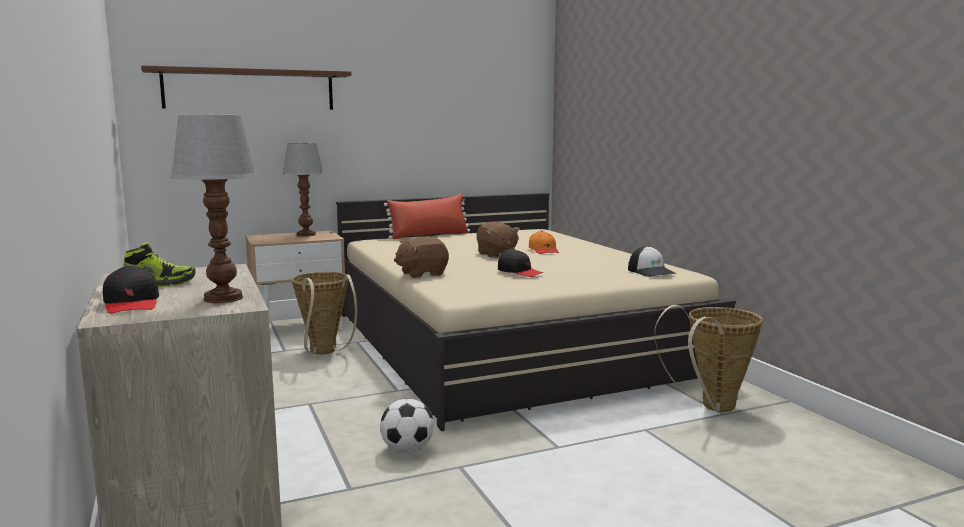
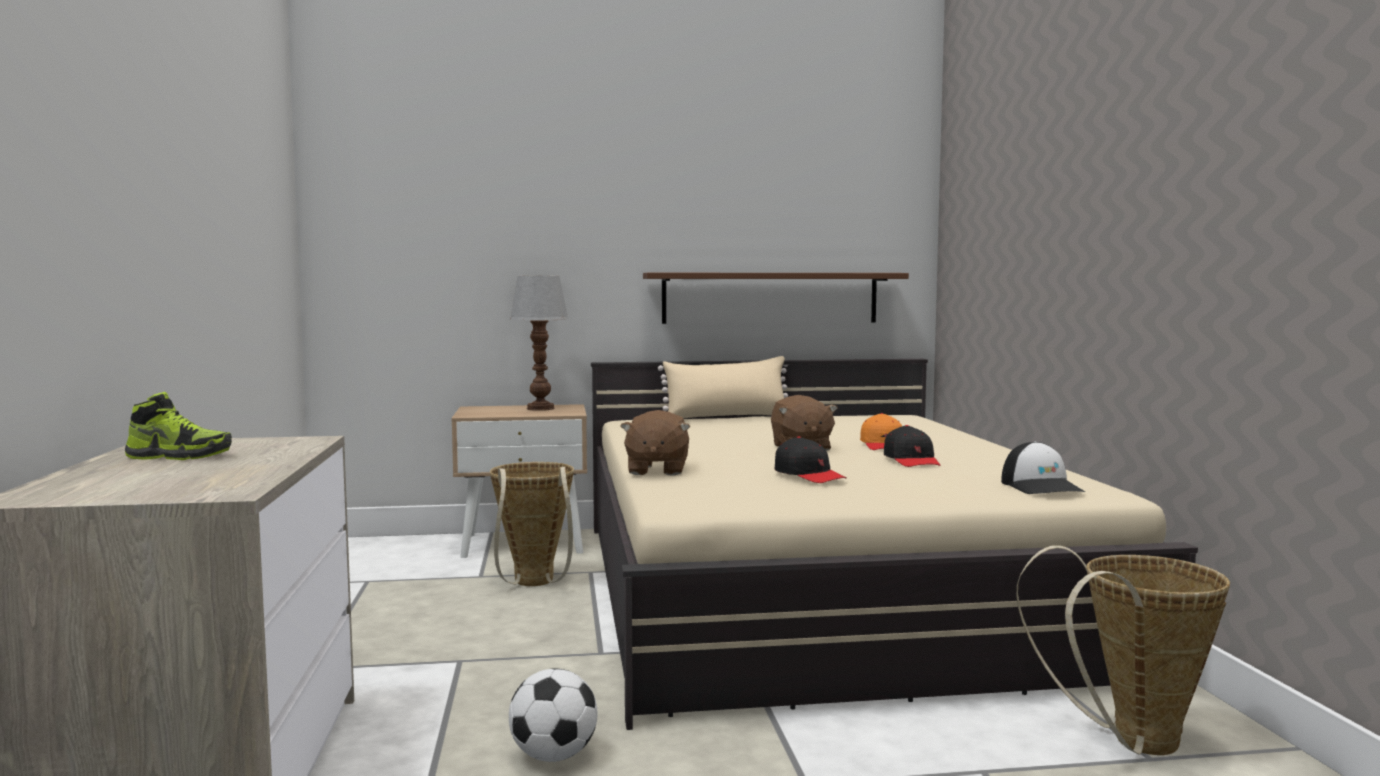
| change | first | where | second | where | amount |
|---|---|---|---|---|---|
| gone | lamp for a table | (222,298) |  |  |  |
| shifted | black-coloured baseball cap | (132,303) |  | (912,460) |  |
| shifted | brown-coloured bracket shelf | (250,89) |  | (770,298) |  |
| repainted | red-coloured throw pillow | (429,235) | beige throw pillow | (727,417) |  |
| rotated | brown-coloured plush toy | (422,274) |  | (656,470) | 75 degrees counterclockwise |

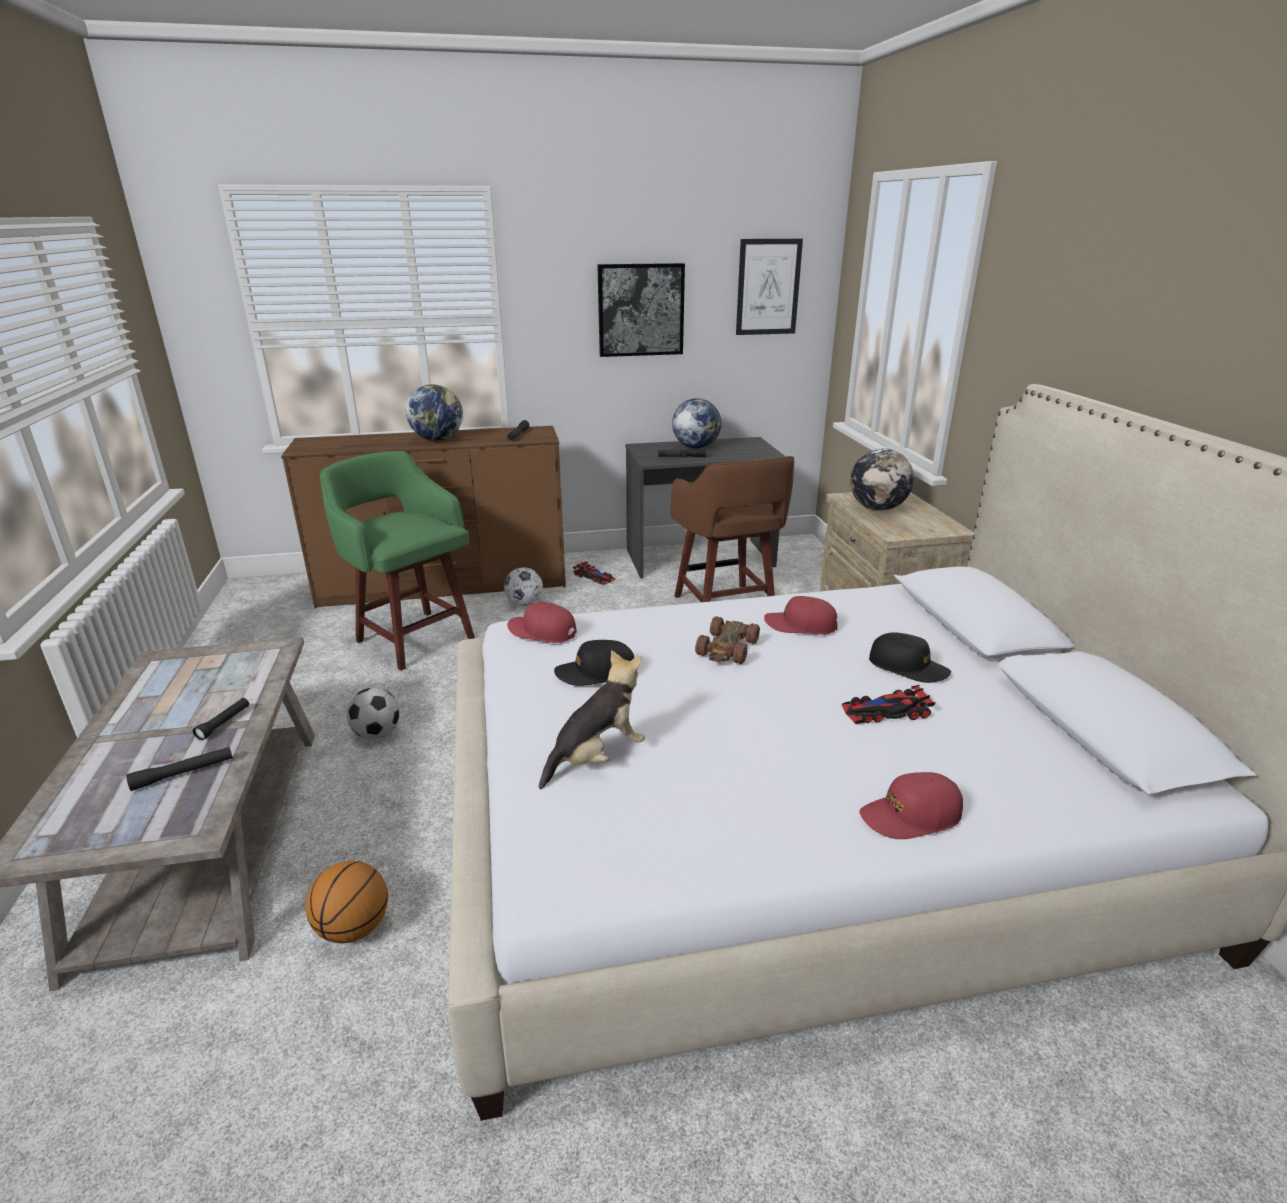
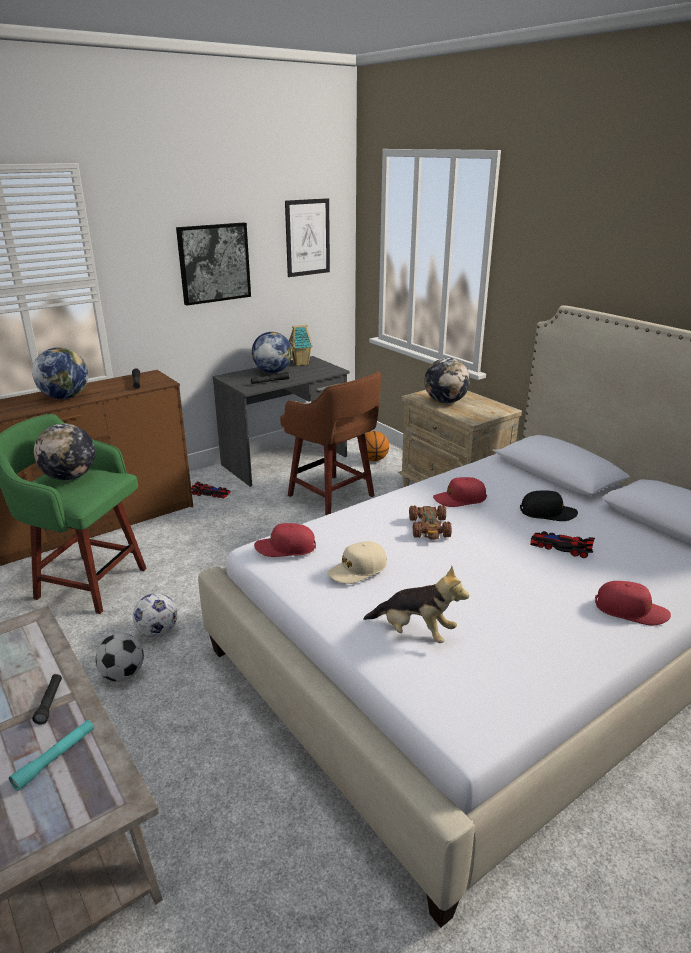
| change | first | where | second | where | amount |
|---|---|---|---|---|---|
| new |  |  | world globe | (70,477) |  |
| new |  |  | miniature house | (301,363) |  |
| shifted | ball for basketball | (354,928) |  | (373,459) |  |
| shifted | football | (524,603) |  | (157,632) |  |
| repainted | black-coloured flashlight | (183,773) | turquoise flashlight | (55,758) |  |
| repainted | black-coloured baseball cap | (596,673) | beige baseball cap | (357,570) |  |
| rotated | plush toy | (597,757) |  | (415,632) | 90 degrees clockwise |
| rotated | model car | (886,711) |  | (561,546) | 60 degrees clockwise |
| rotated | red-coloured baseball cap | (910,816) |  | (630,610) | 120 degrees counterclockwise |

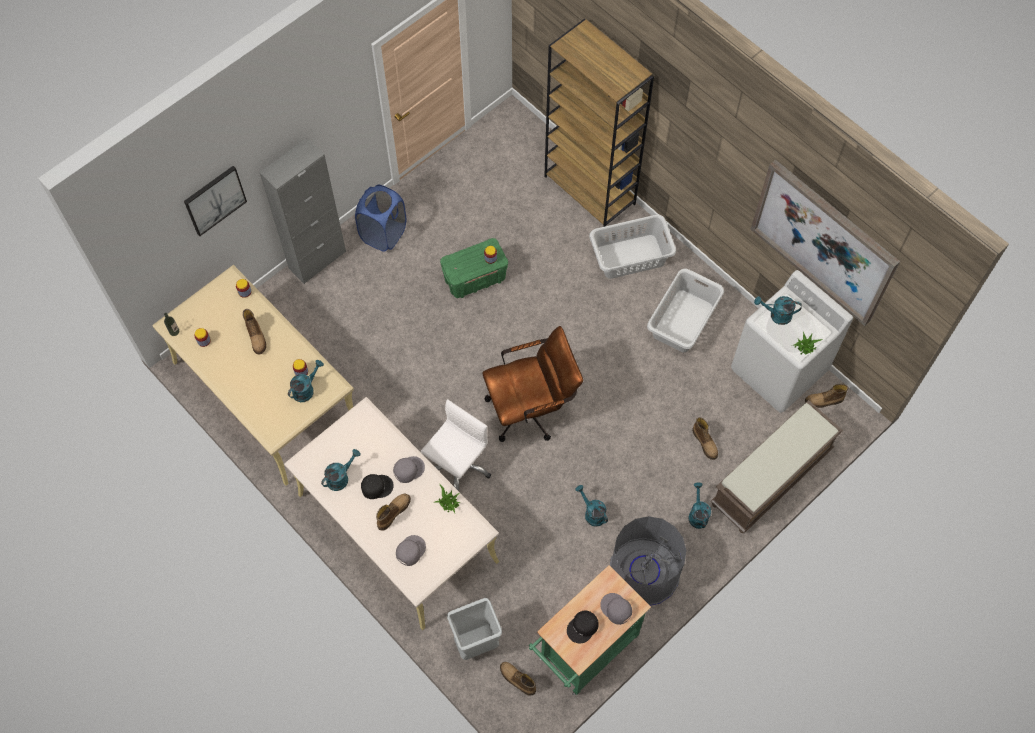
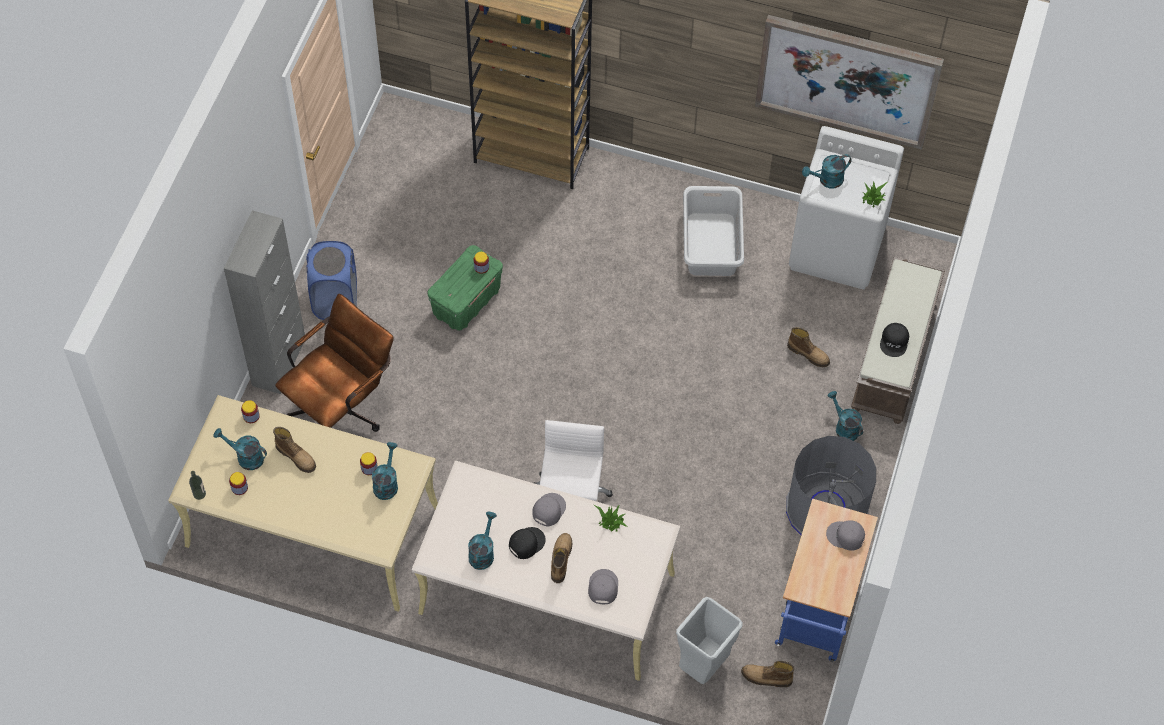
| change | first | where | second | where | amount |
|---|---|---|---|---|---|
| gone | wall picture | (214,200) |  |  |  |
| gone | grey laundry basket | (631,257) |  |  |  |
| gone | tall boot | (824,401) |  |  |  |
| shifted | brown-coloured computer chair | (531,409) |  | (342,407) |  |
| shifted | black-coloured baseball cap | (583,627) |  | (894,341) |  |
| shifted | turquoise watering can | (592,513) |  | (245,457) |  |
| repainted | green trolley | (584,652) | bluish trolley | (816,617) |  |

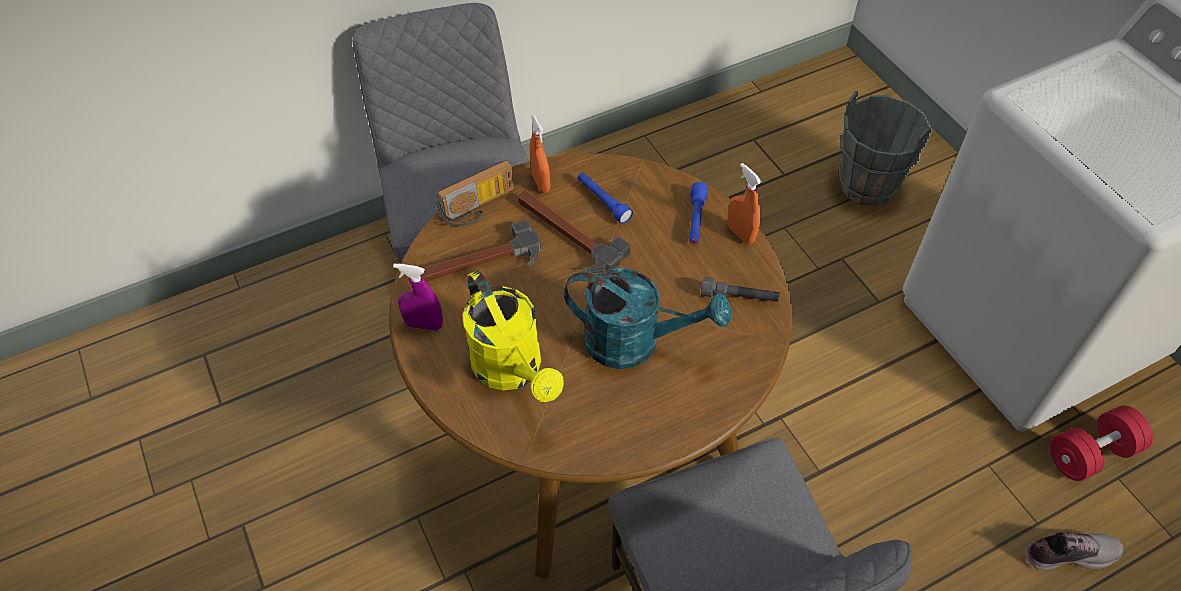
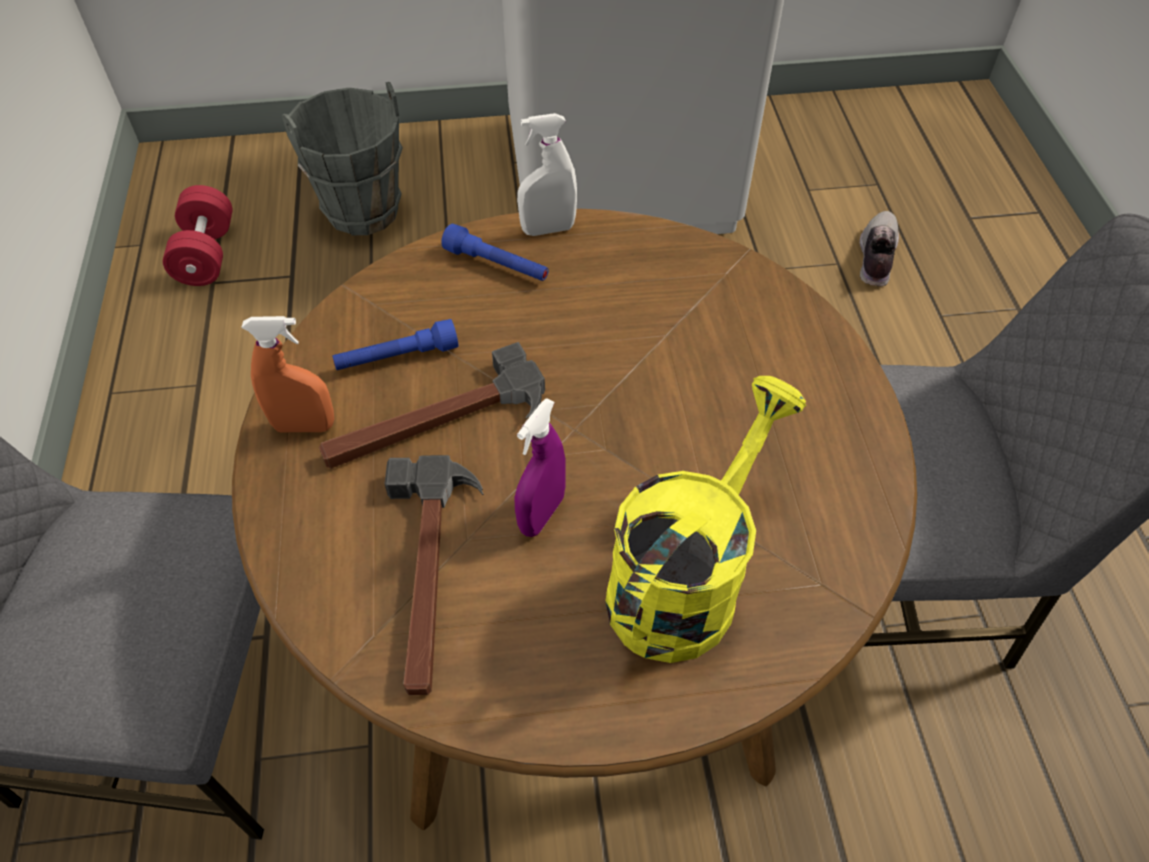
| change | first | where | second | where | amount |
|---|---|---|---|---|---|
| gone | radio receiver | (479,208) |  |  |  |
| gone | turquoise watering can | (635,342) |  |  |  |
| gone | grey flashlight | (739,297) |  |  |  |
| shifted | purple sprayer | (424,325) |  | (541,514) |  |
| shifted | red-coloured dumbbell | (1090,454) |  | (206,254) |  |
| repainted | orangey sprayer | (740,234) | white-coloured sprayer | (548,229) |  |
| rotated | yellow watering can | (513,370) |  | (684,578) | 45 degrees counterclockwise |

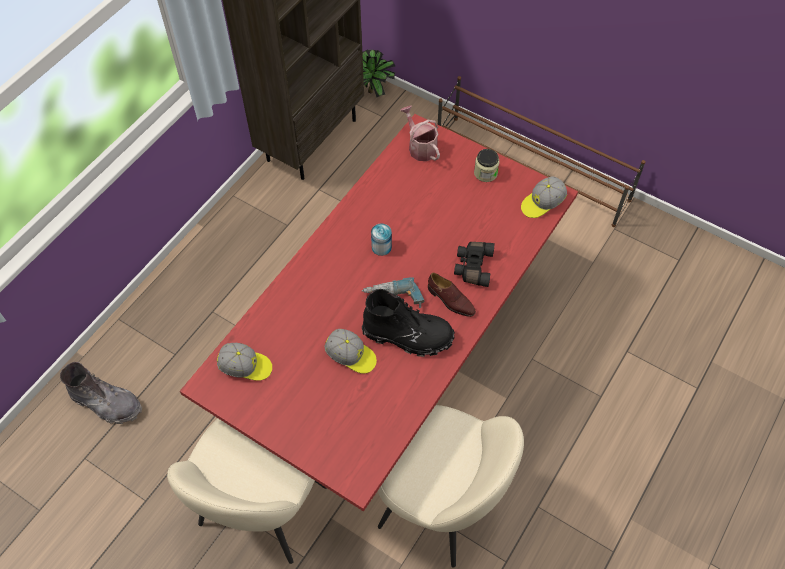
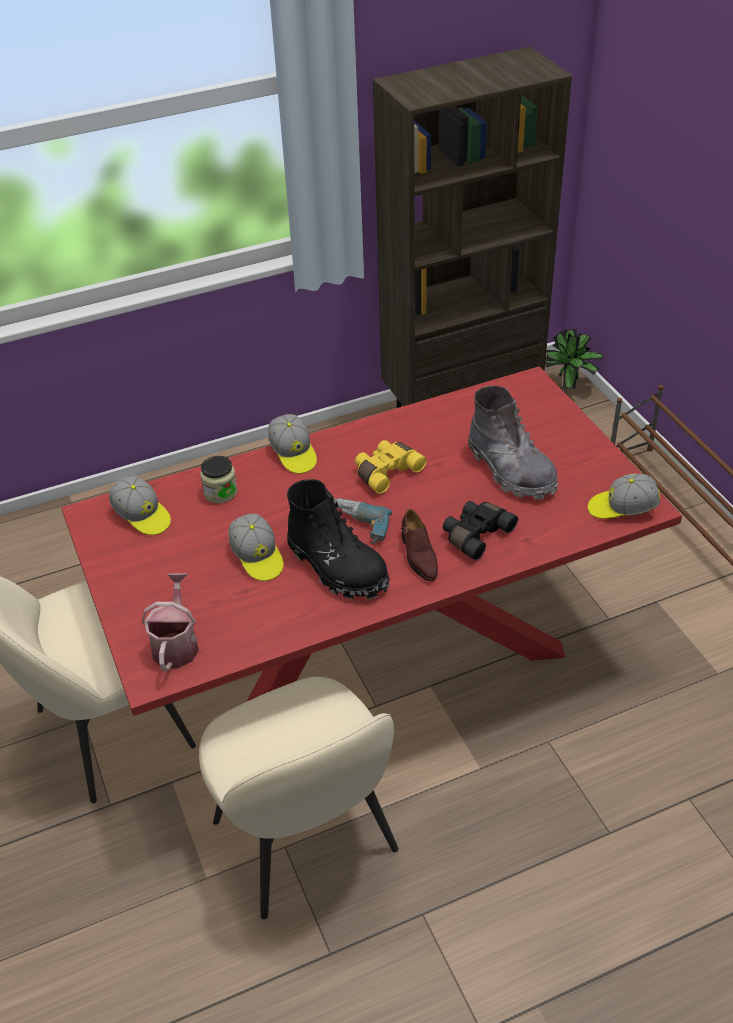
| change | first | where | second | where | amount |
|---|---|---|---|---|---|
| new |  |  | baseball cap | (293,453) |  |
| shifted | grey tall boot | (106,403) |  | (511,470) |  |
| shifted | watering can | (420,147) |  | (176,643) |  |
| shifted | jar | (485,173) |  | (220,492) |  |
| swapped | can | (381,247) | yellow binoculars | (386,471) |  |

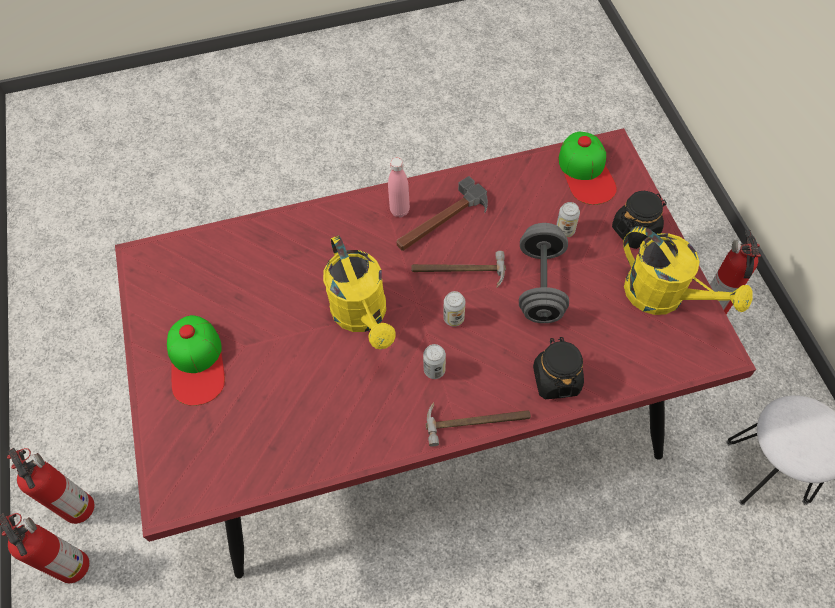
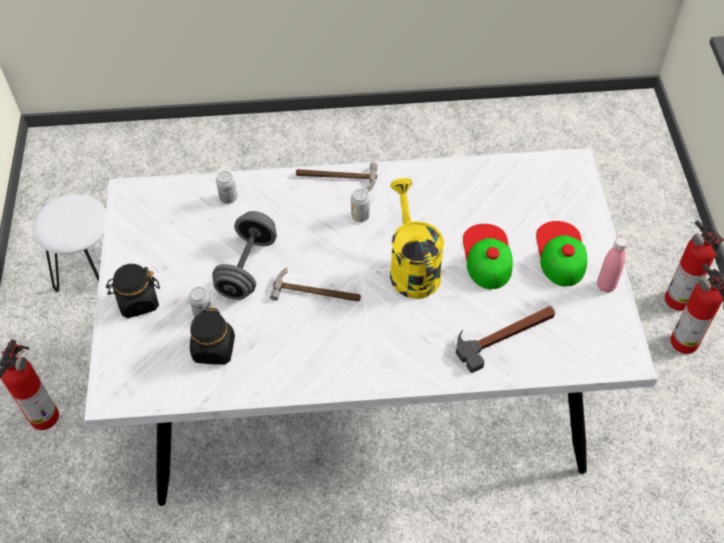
| change | first | where | second | where | amount |
|---|---|---|---|---|---|
| gone | yellow watering can | (664,297) |  |  |  |
| shifted | pink drink bottle | (399,211) |  | (606,286) |  |
| shifted | tool hammer | (442,221) |  | (505,335) |  |
| shifted | can | (453,318) |  | (228,198) |  |
| shifted | black-coloured jar | (556,379) |  | (214,349) |  |
| shifted | baseball cap | (586,172) |  | (487,255) |  |
| repainted | red-coloured dining table | (423,399) | white-coloured dining table | (362,380) |  |

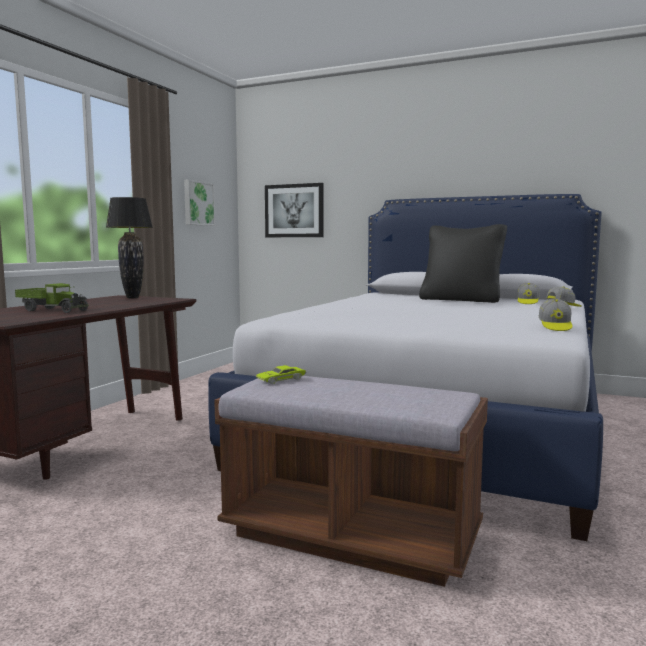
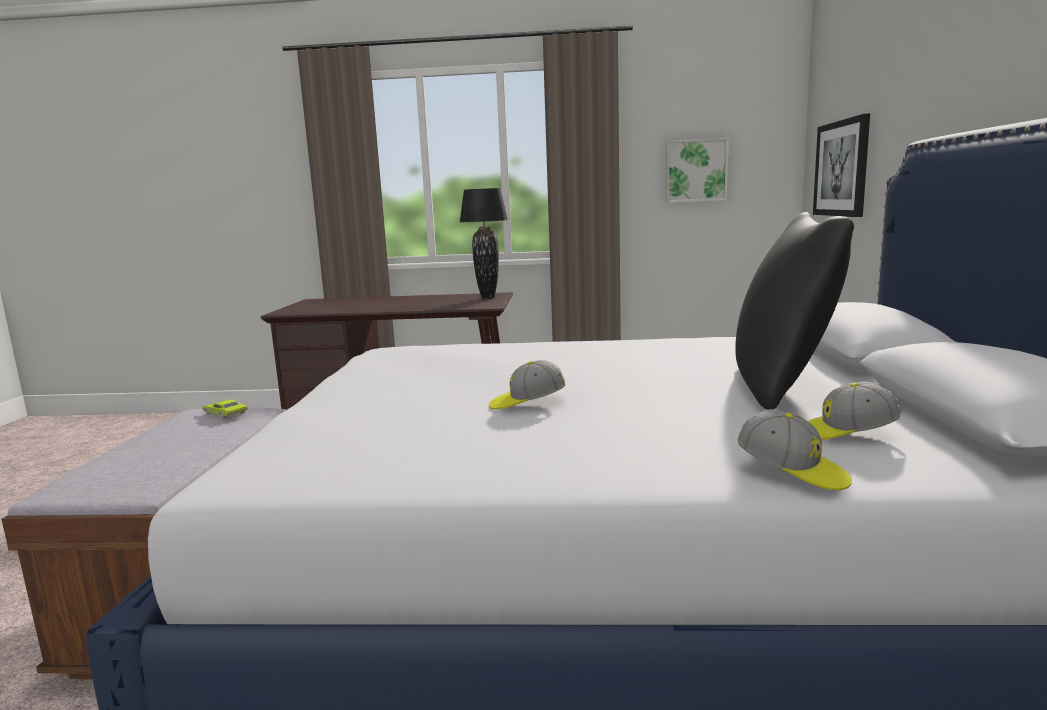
| change | first | where | second | where | amount |
|---|---|---|---|---|---|
| gone | toy truck | (53,310) |  |  |  |
| shifted | baseball cap | (555,327) |  | (527,403) |  |

